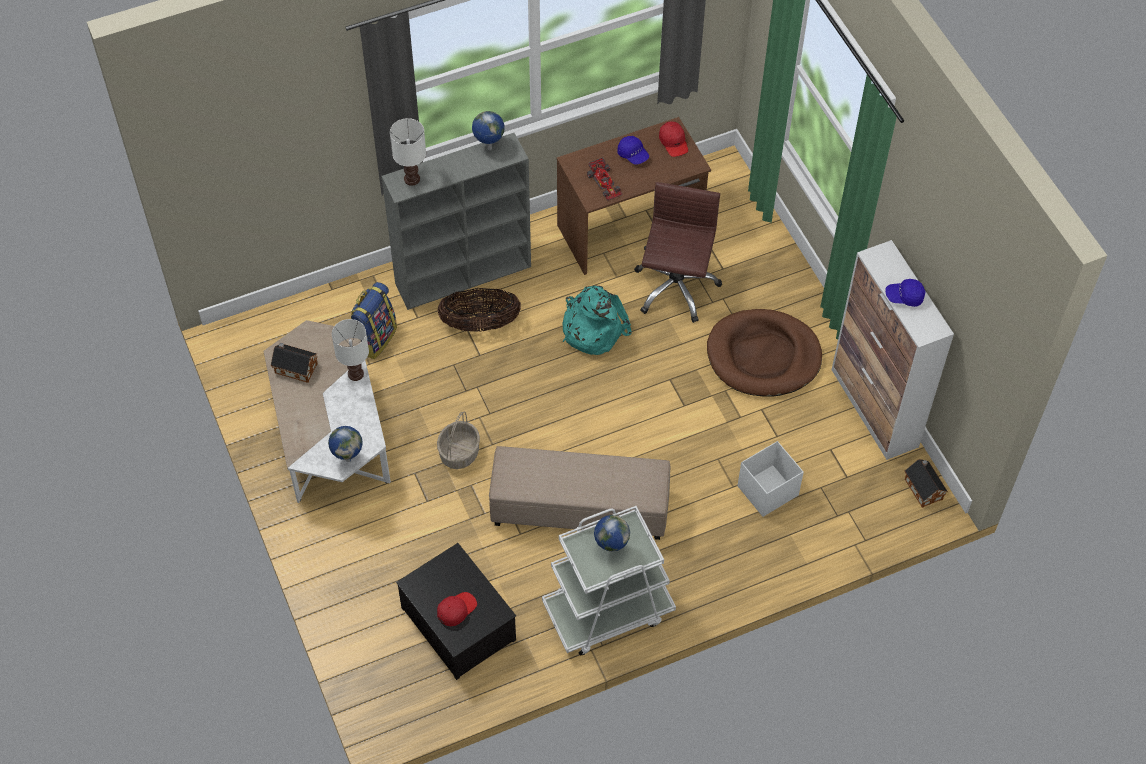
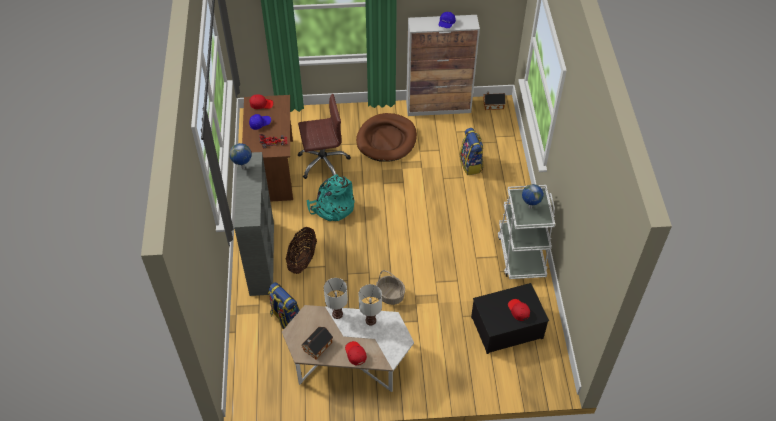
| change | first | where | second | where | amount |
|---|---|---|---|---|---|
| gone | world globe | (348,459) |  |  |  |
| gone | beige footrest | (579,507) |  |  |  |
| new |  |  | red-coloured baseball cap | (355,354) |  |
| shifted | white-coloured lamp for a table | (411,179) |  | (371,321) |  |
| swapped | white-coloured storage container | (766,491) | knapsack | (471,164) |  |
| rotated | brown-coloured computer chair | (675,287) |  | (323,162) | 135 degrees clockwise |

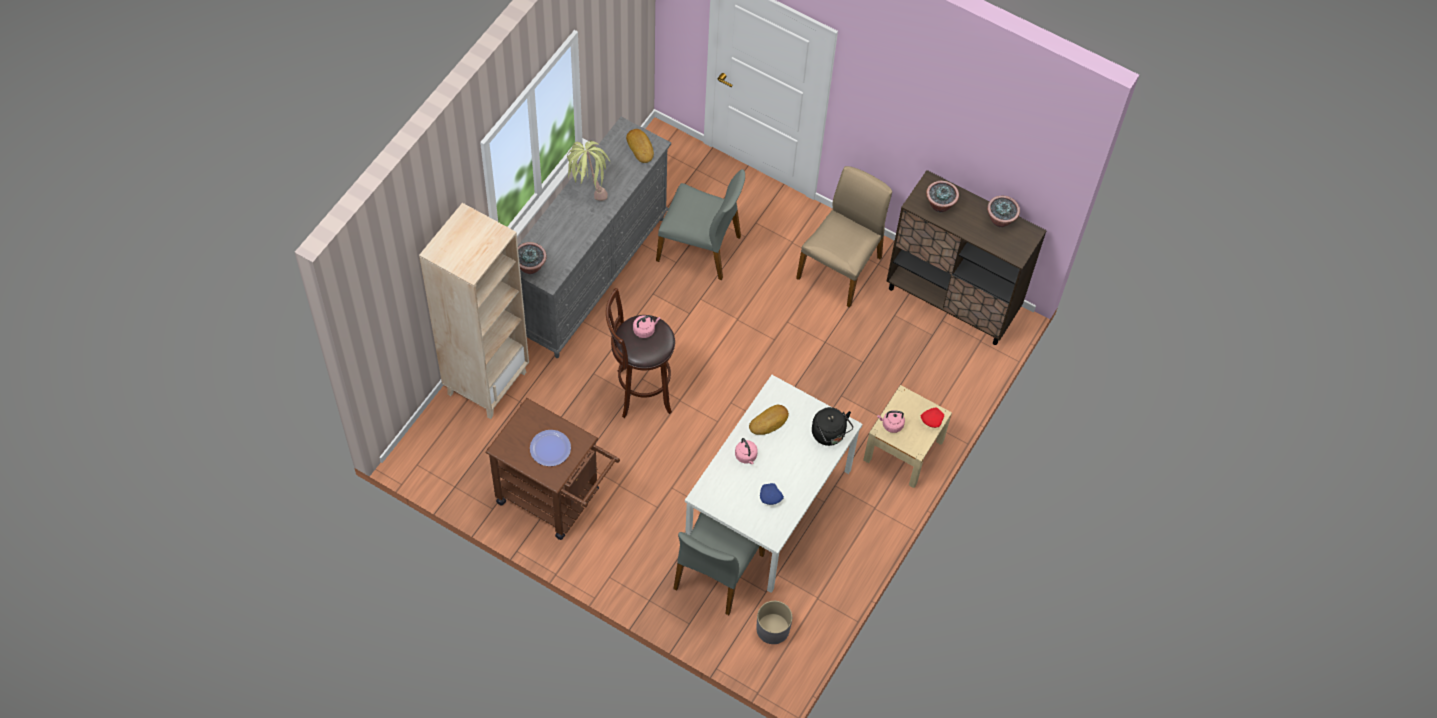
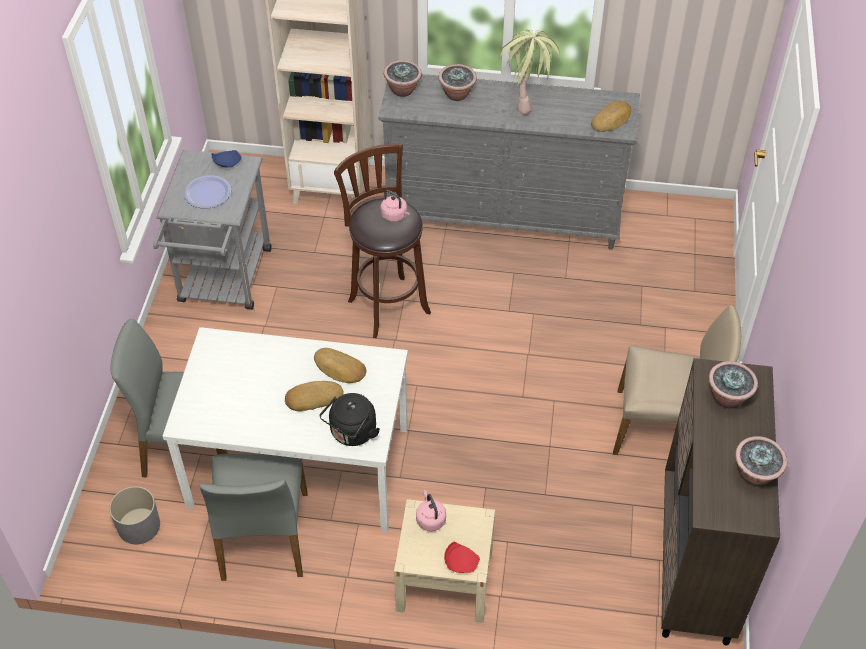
| change | first | where | second | where | amount |
|---|---|---|---|---|---|
| gone | pink water kettle | (746,456) |  |  |  |
| new |  |  | baked bread | (313,398) |  |
| new |  |  | plant in a pot | (457,94) |  |
| shifted | grey plain chair | (700,247) |  | (263,536) |  |
| shifted | bluish dinner plate | (770,497) |  | (227,163) |  |
| repainted | brown-coloured trolley | (555,500) | grey trolley | (223,282) |  |

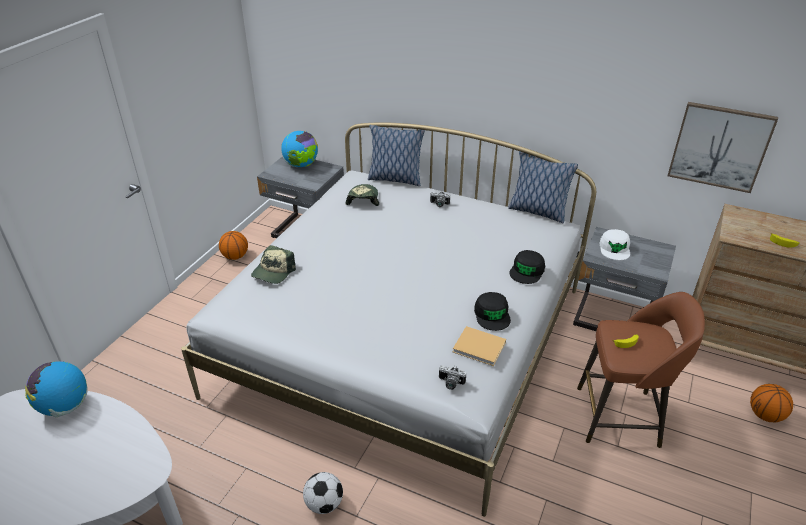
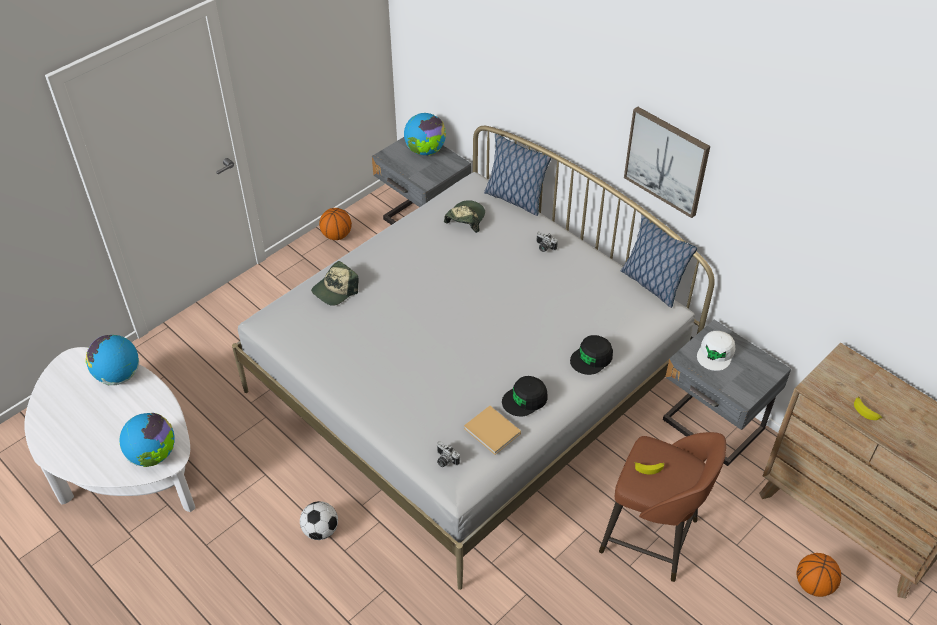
| change | first | where | second | where | amount |
|---|---|---|---|---|---|
| new |  |  | world globe | (153,455) |  |
| shifted | wall picture | (719,146) |  | (666,161) |  |
| rotated | black-coloured baseball cap | (492,315) |  | (525,399) | 45 degrees clockwise |

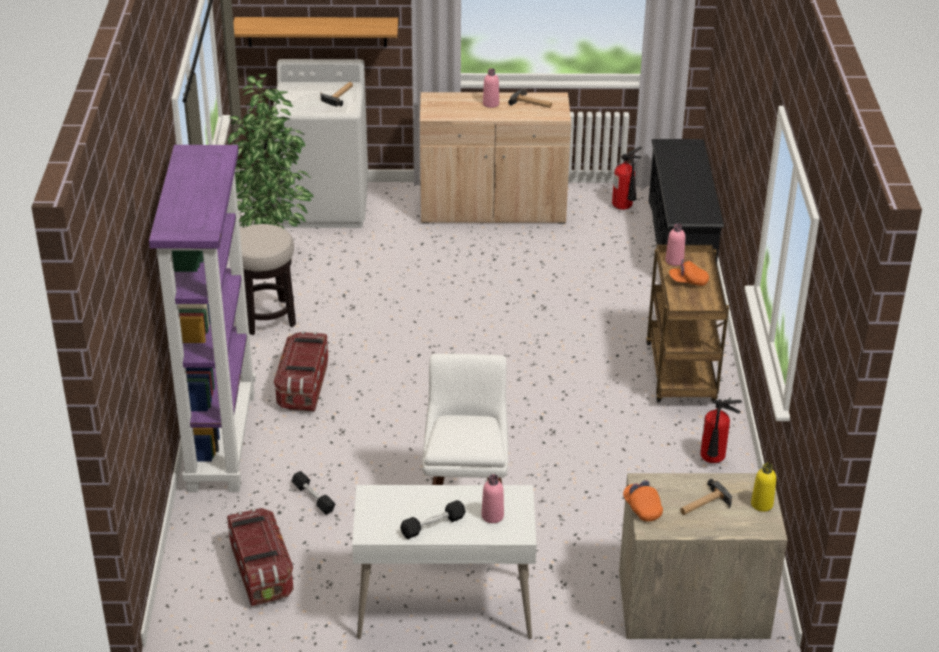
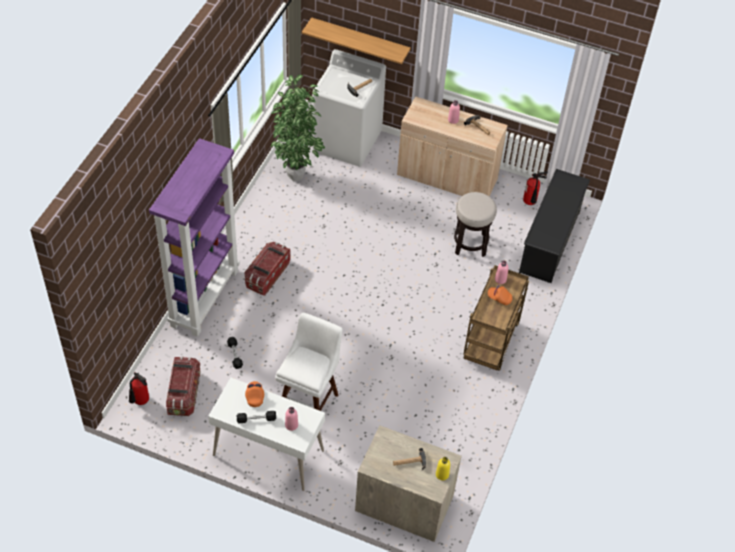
| change | first | where | second | where | amount |
|---|---|---|---|---|---|
| shifted | stool | (267,317) |  | (470,244) |  |
| shifted | orangey baseball cap | (642,508) |  | (255,396) |  |
| shifted | fire-fighting cylinder | (713,461) |  | (140,402) |  |

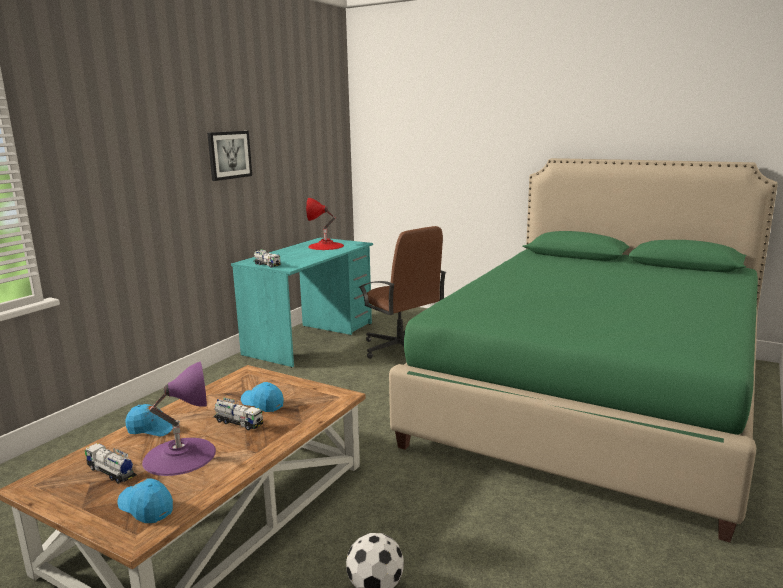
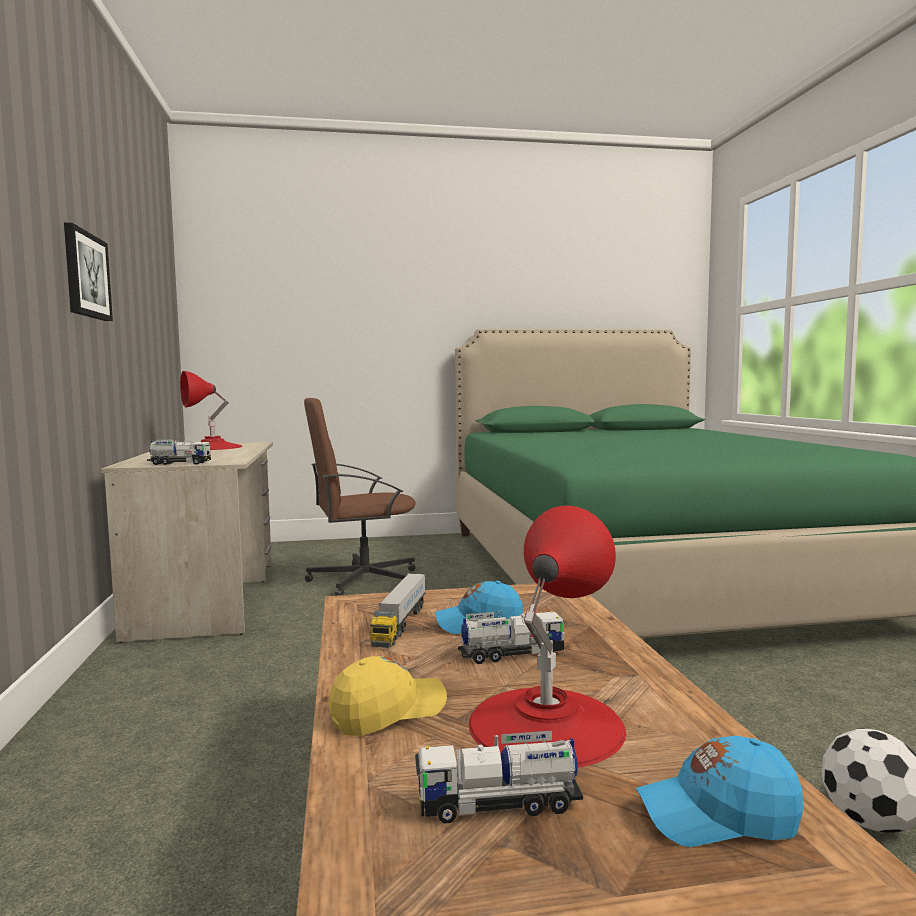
| change | first | where | second | where | amount |
|---|---|---|---|---|---|
| new |  |  | toy truck | (400,624) |  |
| repainted | bluish baseball cap | (153,429) | yellow baseball cap | (388,712) |  |
| repainted | purple lamp for a table | (179,455) | red-coloured lamp for a table | (545,724) |  |
| repainted | turquoise desk | (310,338) | beige desk | (207,598) |  |
| rotated | brown-coloured computer chair | (400,349) |  | (362,580) | 150 degrees clockwise |

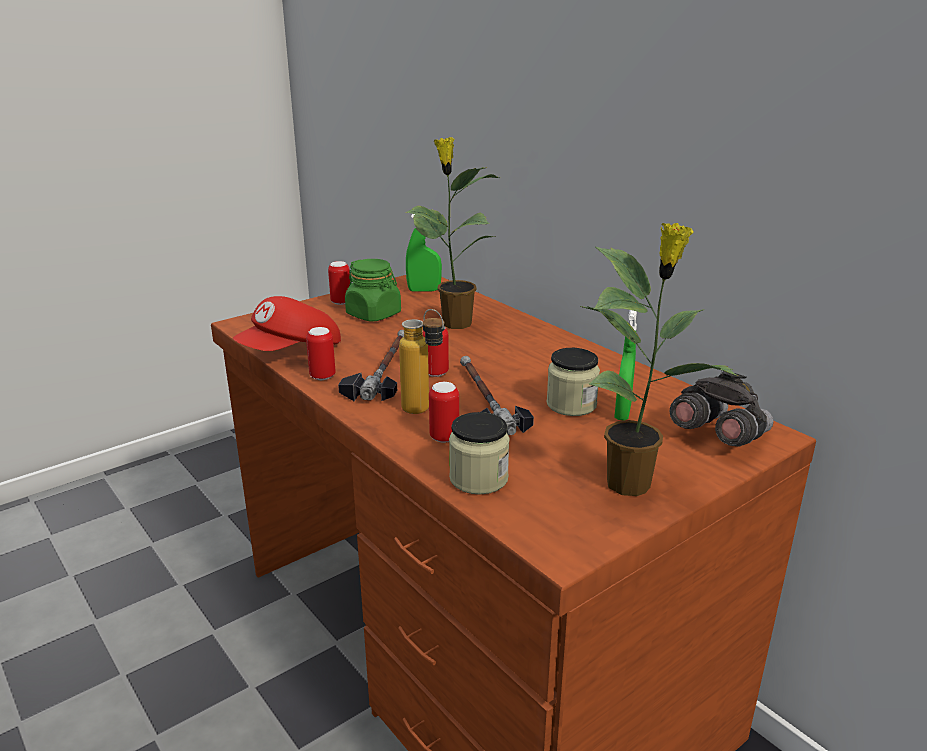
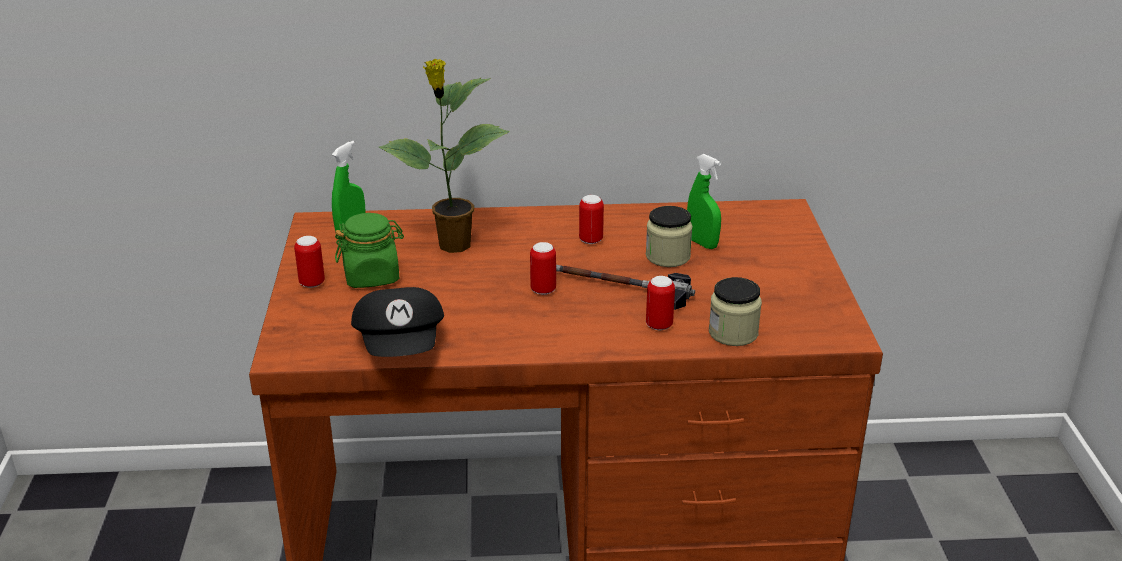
| change | first | where | second | where | amount |
|---|---|---|---|---|---|
| gone | tool hammer | (383,370) |  |  |  |
| gone | drink bottle | (424,412) |  |  |  |
| gone | plant in a pot | (631,484) |  |  |  |
| gone | grey binoculars | (718,436) |  |  |  |
| shifted | can | (322,376) |  | (591,240) |  |
| repainted | red-coloured baseball cap | (292,352) | black-coloured baseball cap | (402,345) |  |

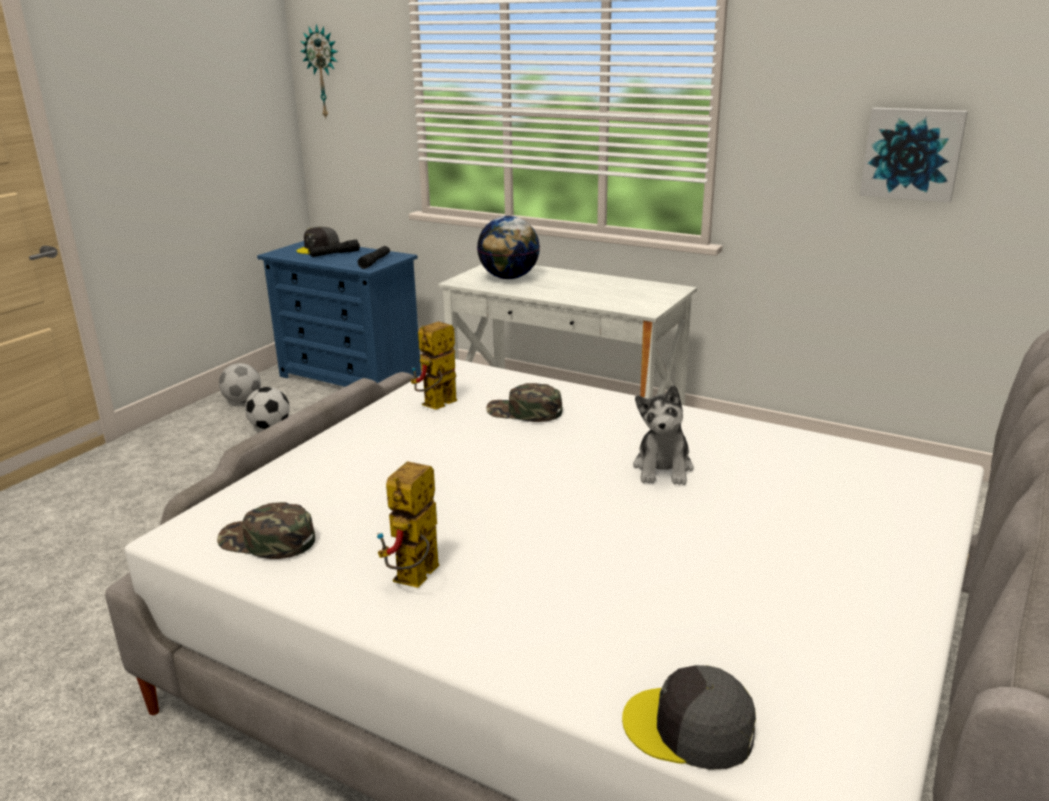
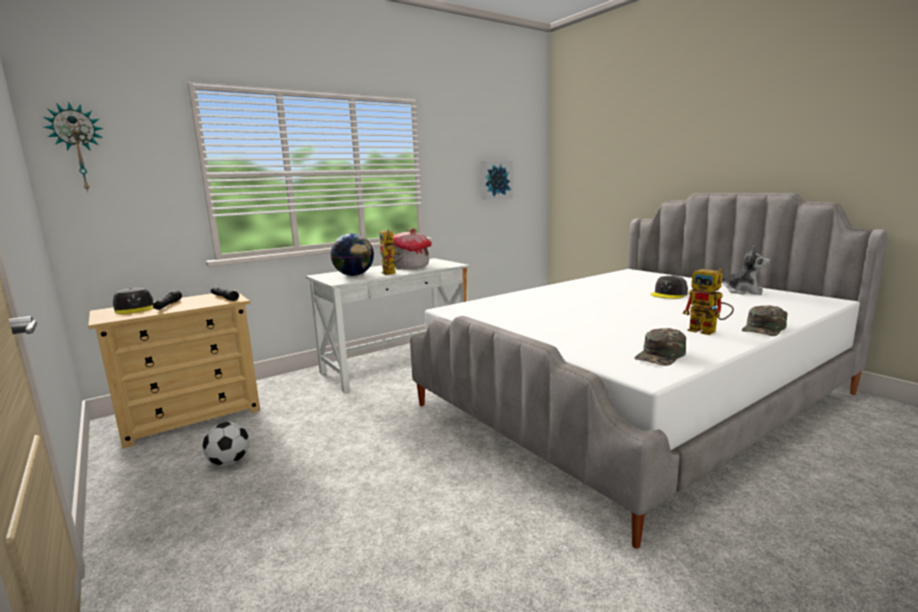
| change | first | where | second | where | amount |
|---|---|---|---|---|---|
| gone | football | (243,401) |  |  |  |
| new |  |  | miniature house | (410,266) |  |
| shifted | toy robot | (436,406) |  | (391,273) |  |
| shifted | green baseball cap | (524,412) |  | (764,328) |  |
| shifted | grey baseball cap | (689,728) |  | (669,294) |  |
| shifted | plush toy | (663,468) |  | (743,291) |  |
| repainted | bluish drawer chest | (350,376) | beige drawer chest | (192,416) |  |

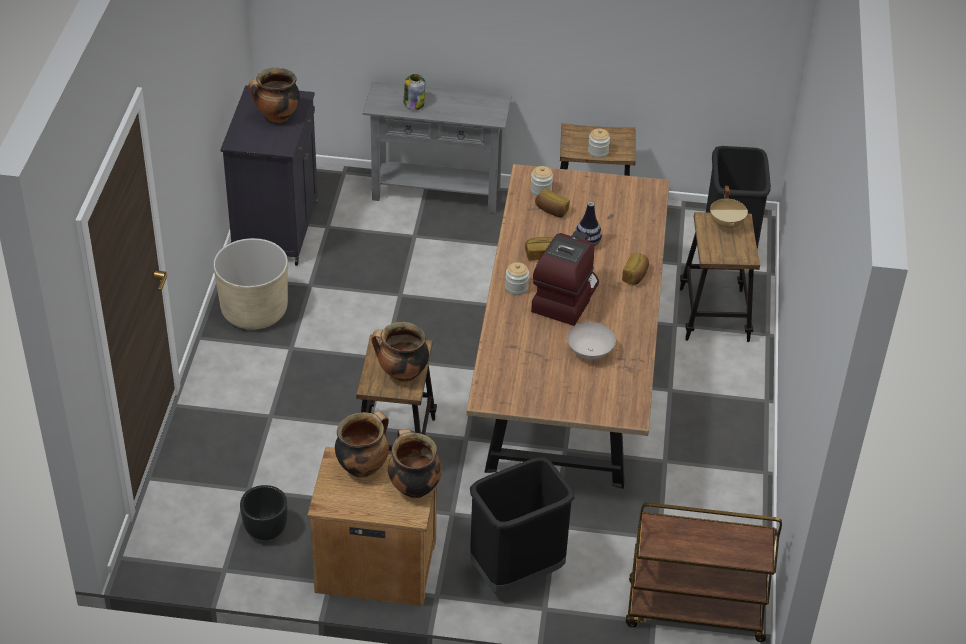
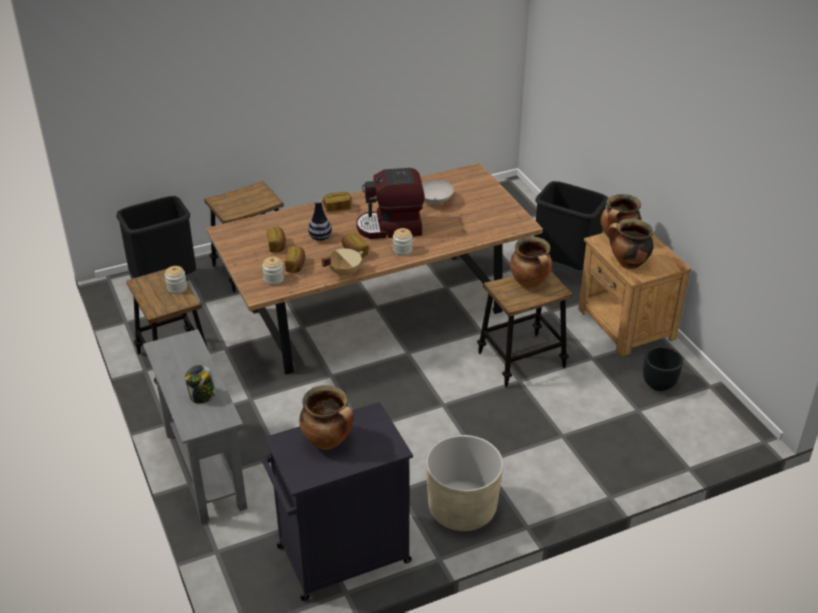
| change | first | where | second | where | amount |
|---|---|---|---|---|---|
| gone | brown-coloured trolley | (694,612) |  |  |  |
| new |  |  | baked bread | (277,245) |  |
| shifted | beige saucepot | (727,224) |  | (344,272) |  |

